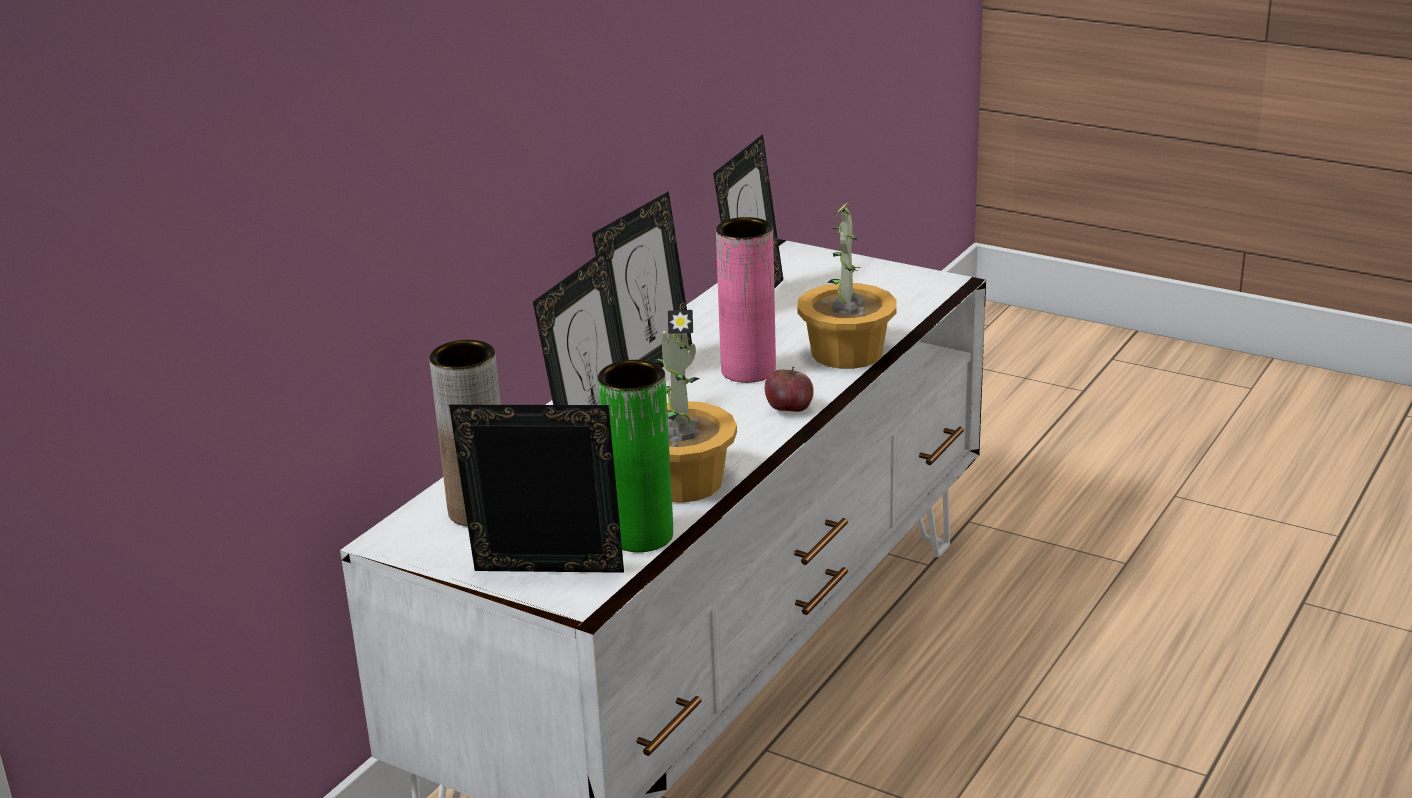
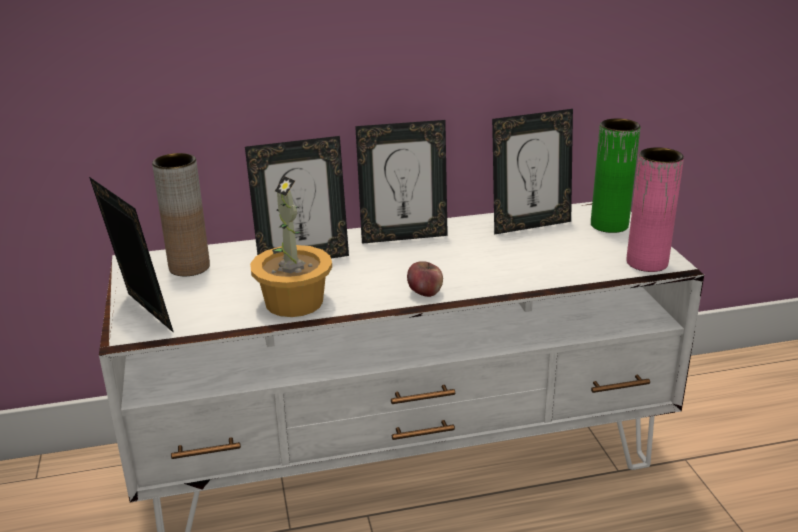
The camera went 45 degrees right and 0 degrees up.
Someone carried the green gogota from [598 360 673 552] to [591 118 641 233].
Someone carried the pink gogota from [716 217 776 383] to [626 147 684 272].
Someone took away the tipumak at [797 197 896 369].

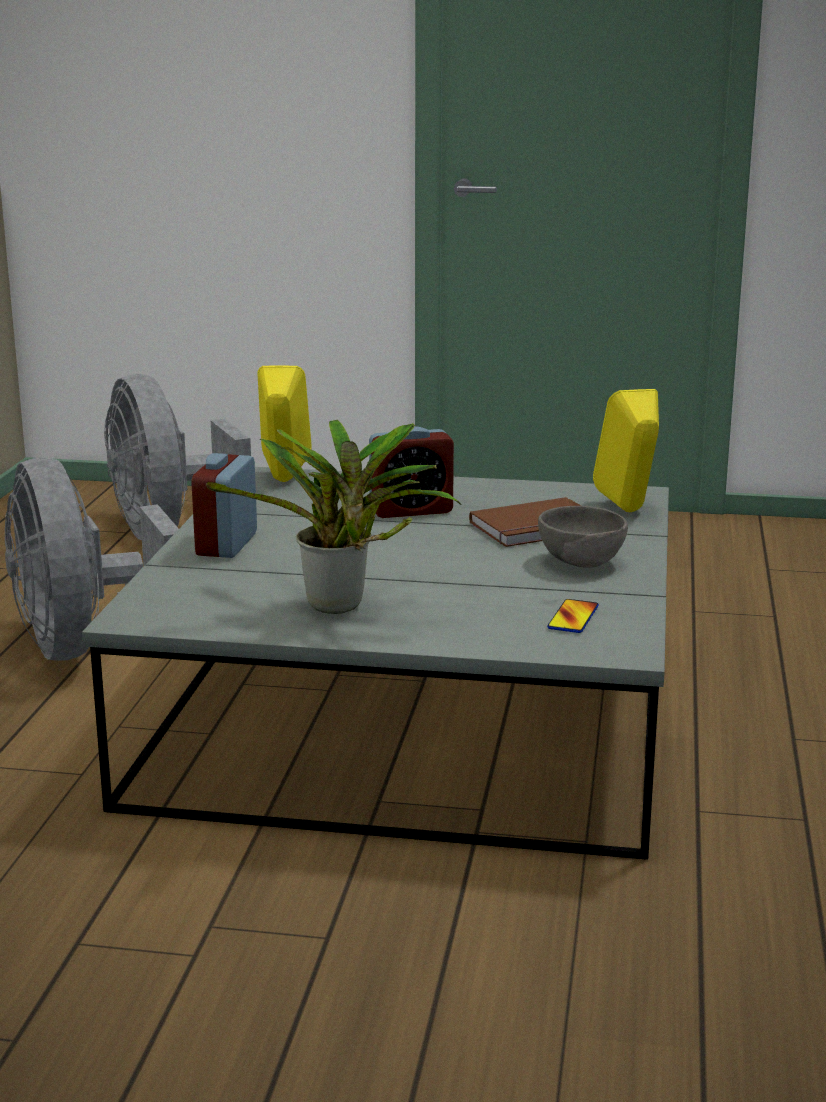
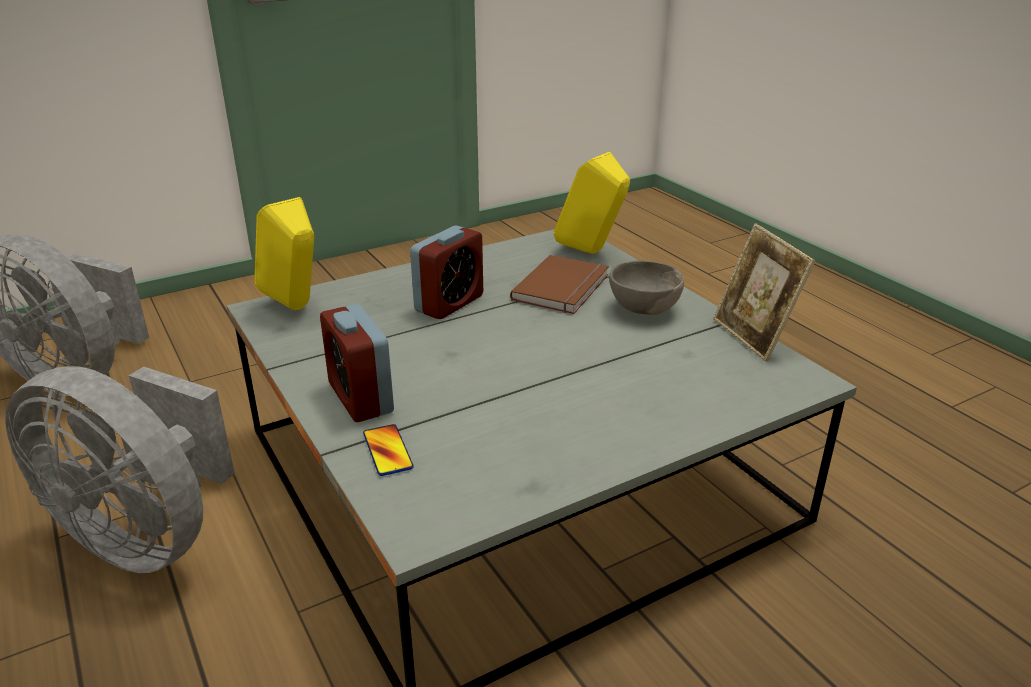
The camera went 40 degrees left and 10 degrees up.
Someone carried the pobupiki from [547 599 599 633] to [363 424 414 476].
Someone put down the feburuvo at [713 223 815 362].
Someone took away the tipumak at [206 420 462 614].

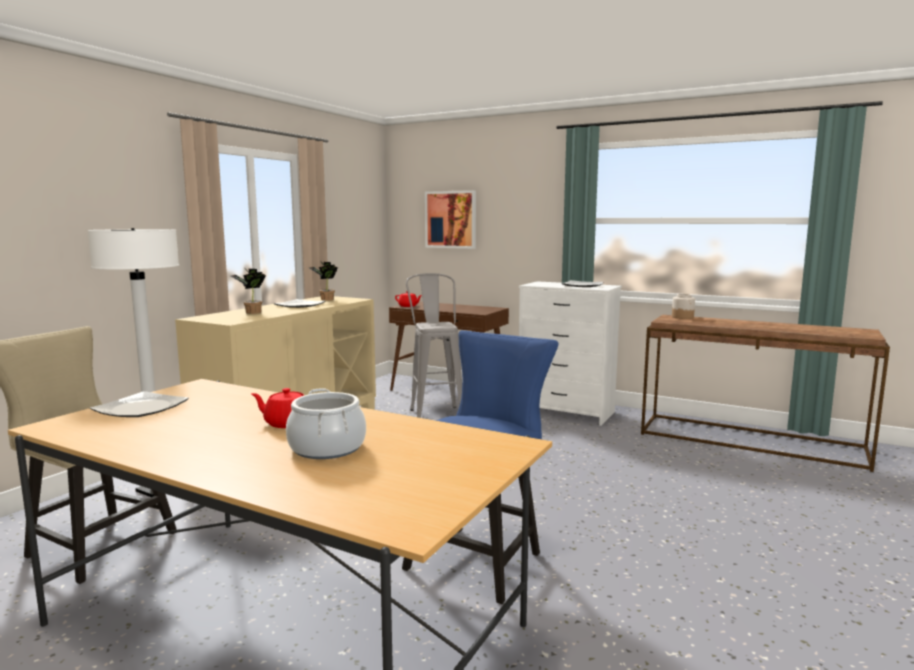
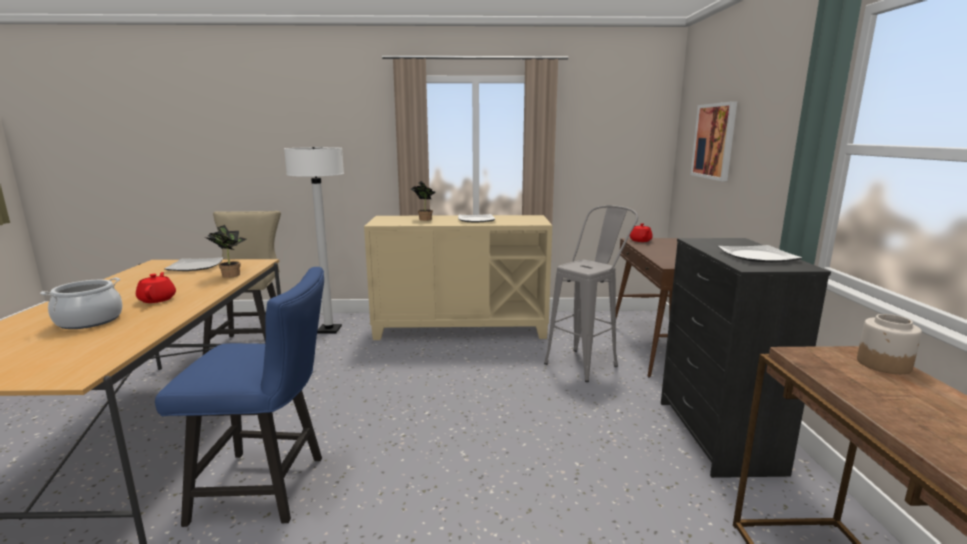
The camera went 60 degrees right and 5 degrees up.
Someone carried the tipumak from [309 262 338 301] to [205 225 247 278].
Someone repainted the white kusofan at [519 281 622 426], which became the black kusofan at [661 238 831 478].

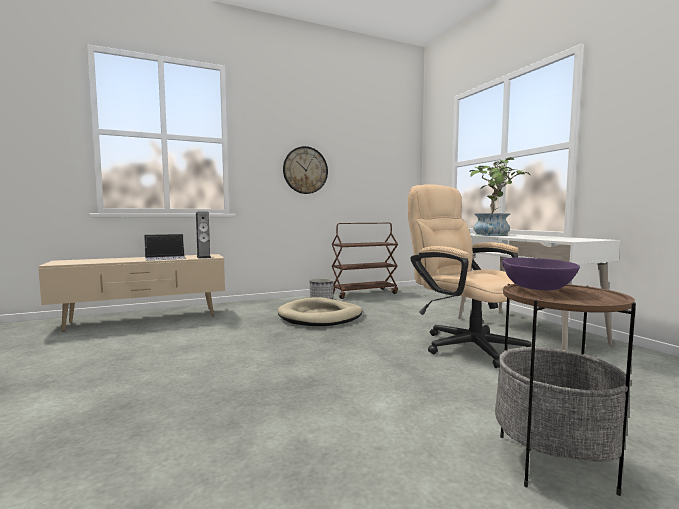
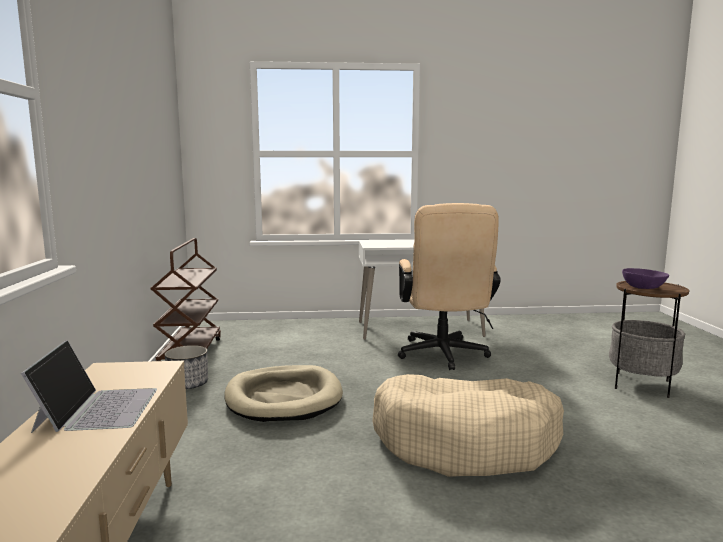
The camera went 70 degrees left and 5 degrees up.
Someone put down the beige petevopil at [372 374 564 477].
Someone rotated the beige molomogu at [408 184 532 368] by 75 degrees counterclockwise.
Someone took away the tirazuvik at [196 211 211 259].
Someone took away the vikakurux at [283 146 328 194].
Someone took away the tipumak at [469 157 531 236].

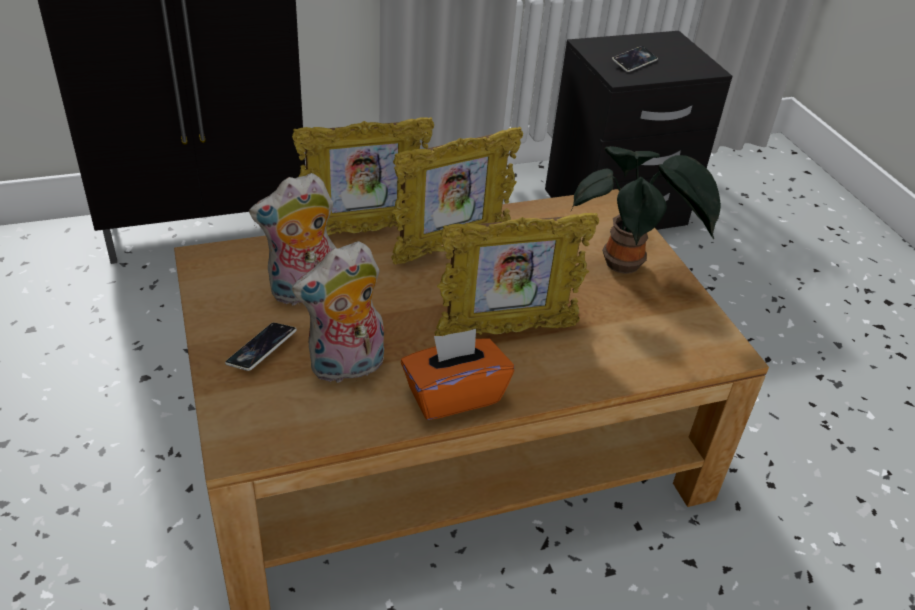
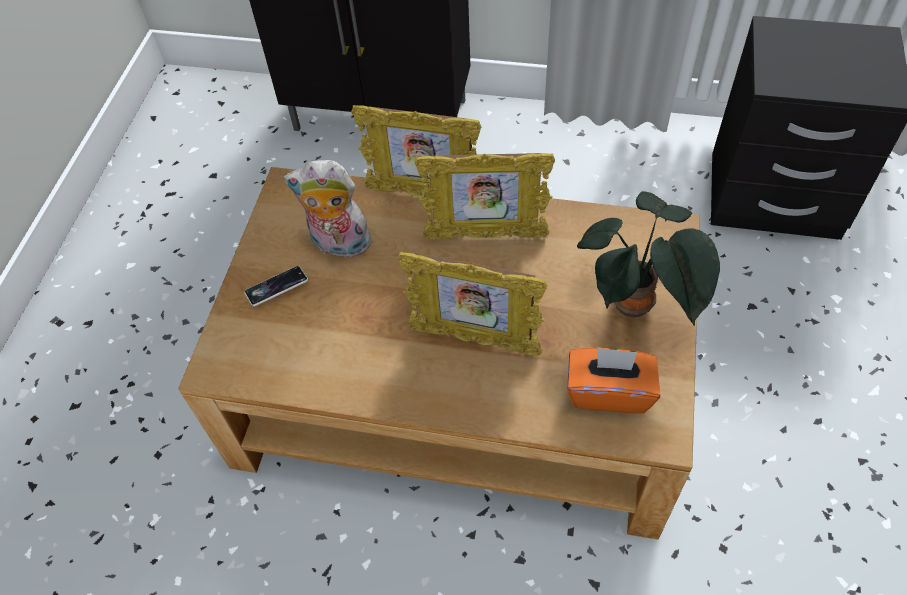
The camera went 35 degrees right and 15 degrees up.
Someone carried the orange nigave from [401 329 514 420] to [567 347 660 413].
Someone took away the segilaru at [292 241 384 383].
Someone took away the pobupiki at [612 46 658 72].

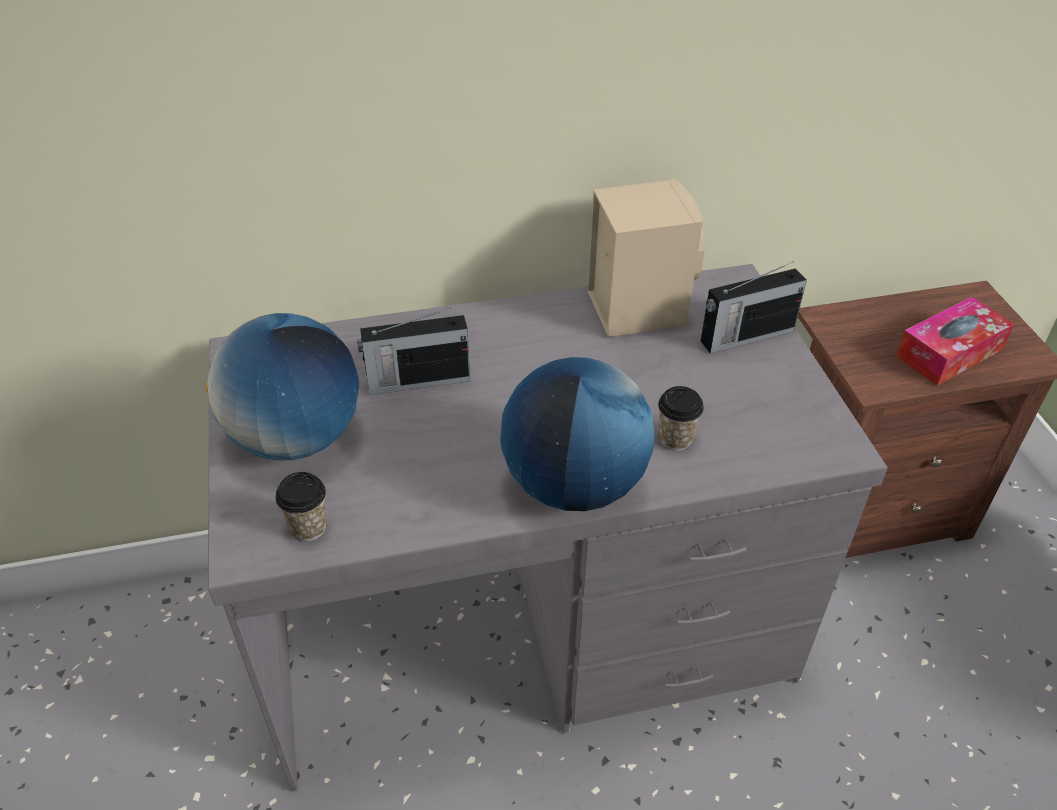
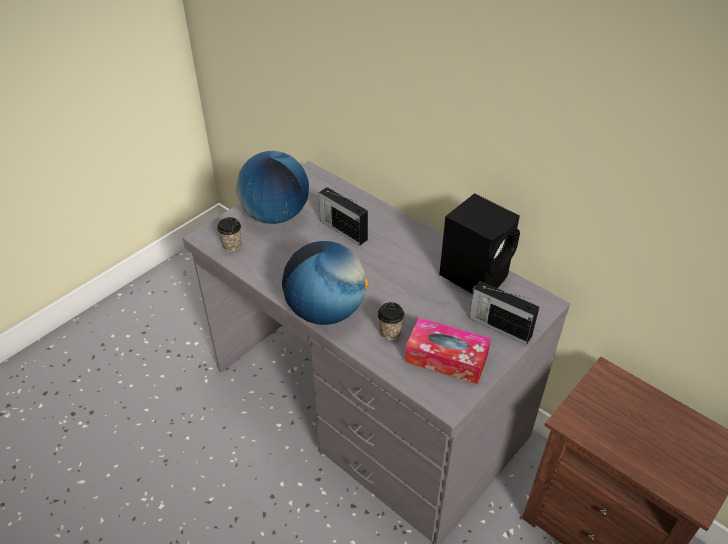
The camera went 55 degrees right and 0 degrees up.
Someone carried the nigave from [896 297 1014 386] to [405 318 491 384].
Someone repainted the beige tirazuvik at [588 179 704 337], which became the black tirazuvik at [439 193 520 294].

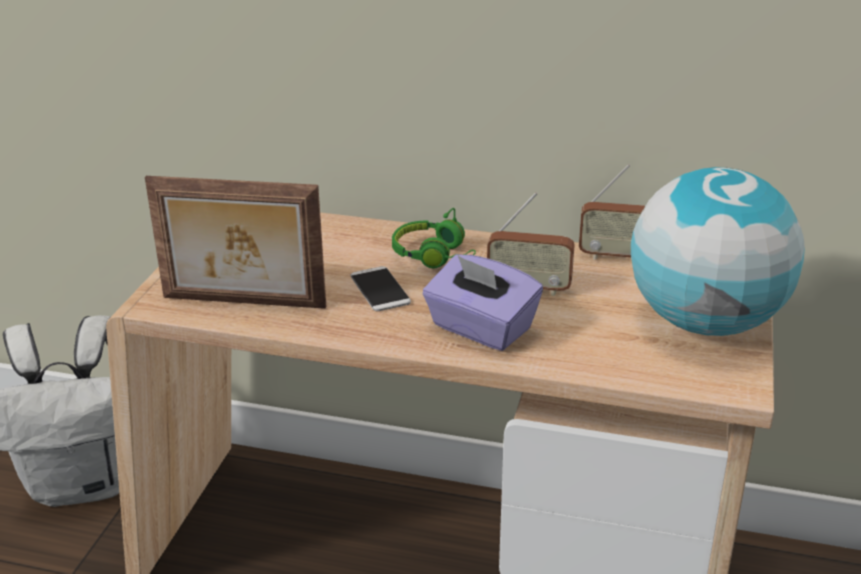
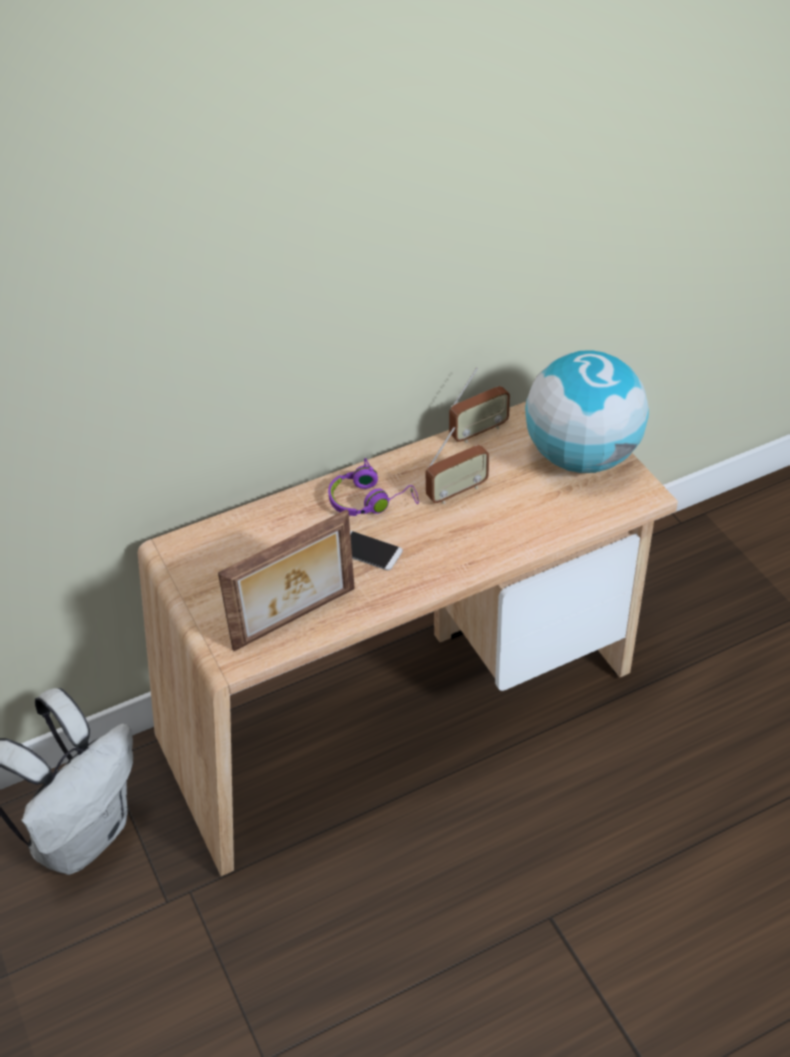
The camera went 40 degrees left and 15 degrees up.
Someone repainted the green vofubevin at [392 208 476 268], which became the purple vofubevin at [328 458 419 516].
Someone took away the purple nigave at [422 255 543 351].

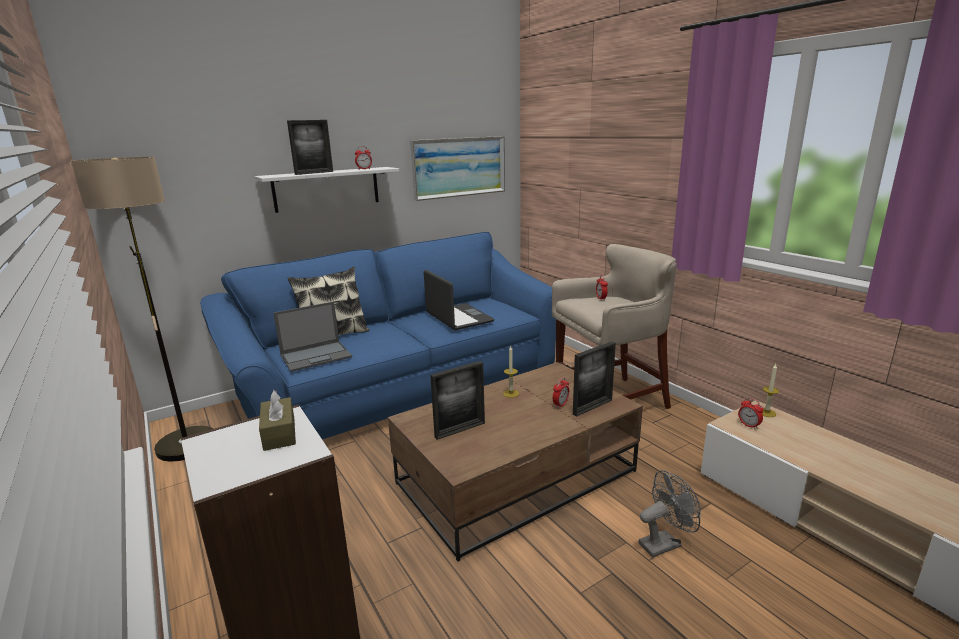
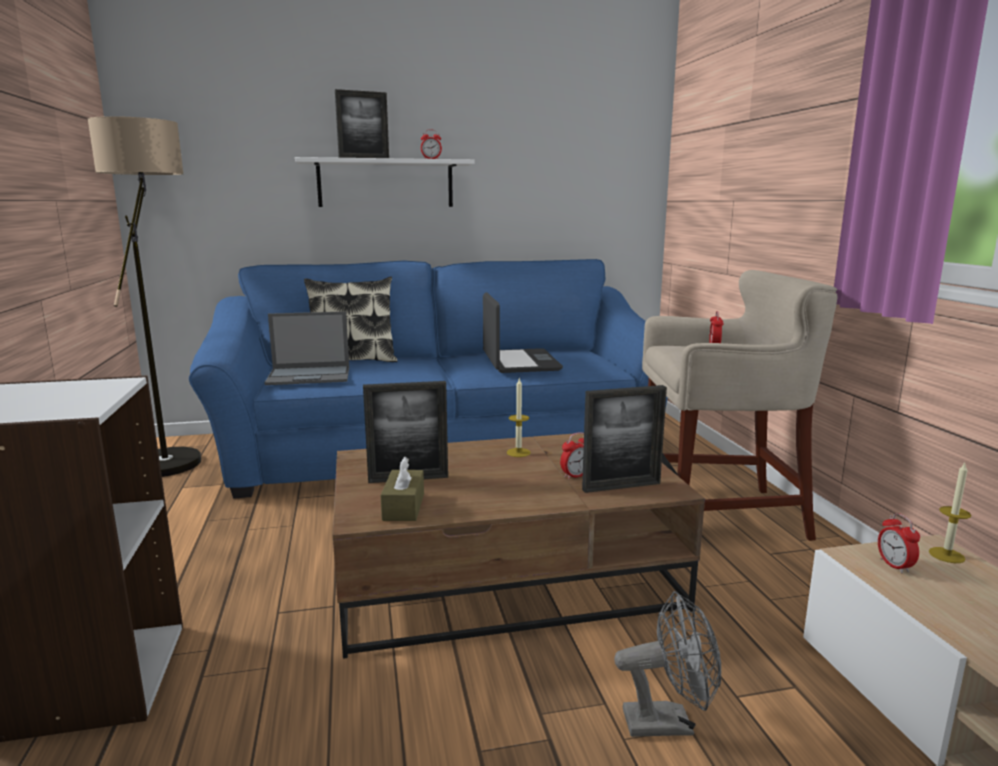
The camera went 20 degrees right and 5 degrees down.
Someone carried the brown nigave from [259 390 296 451] to [381 457 424 521].
Someone took away the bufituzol at [410 136 505 201].

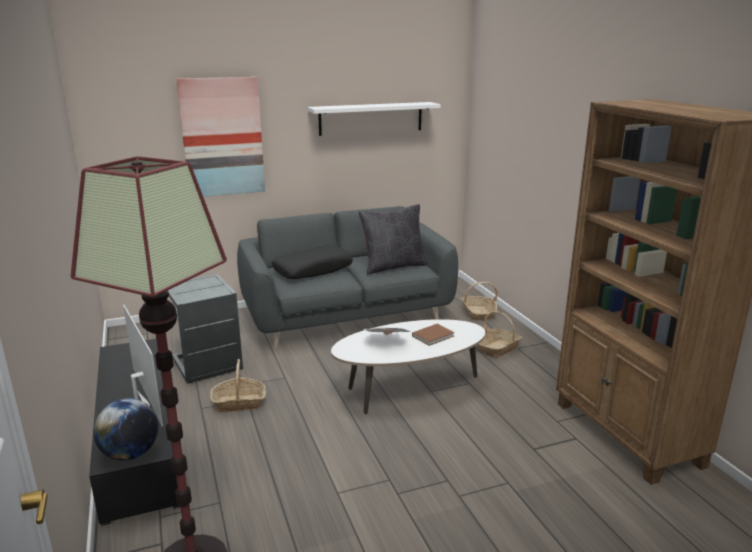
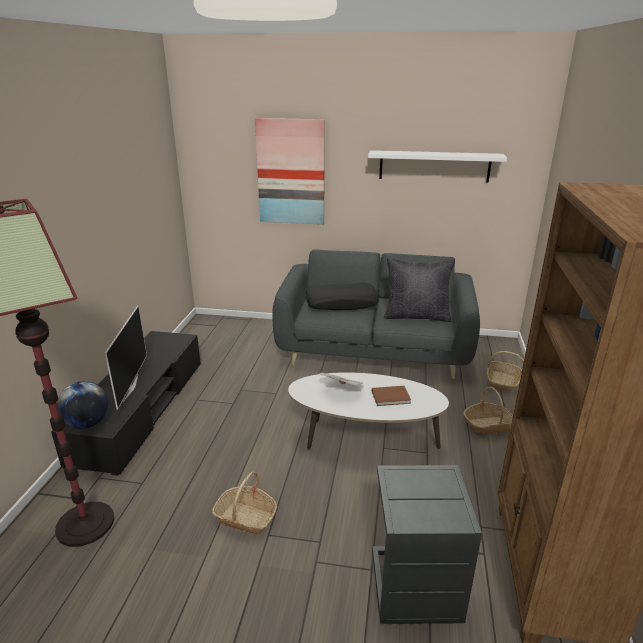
The camera went 30 degrees right and 5 degrees up.
Someone carried the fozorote from [210 359 266 412] to [212 471 277 535].
Someone carried the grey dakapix from [168 274 243 384] to [372 465 482 624].

